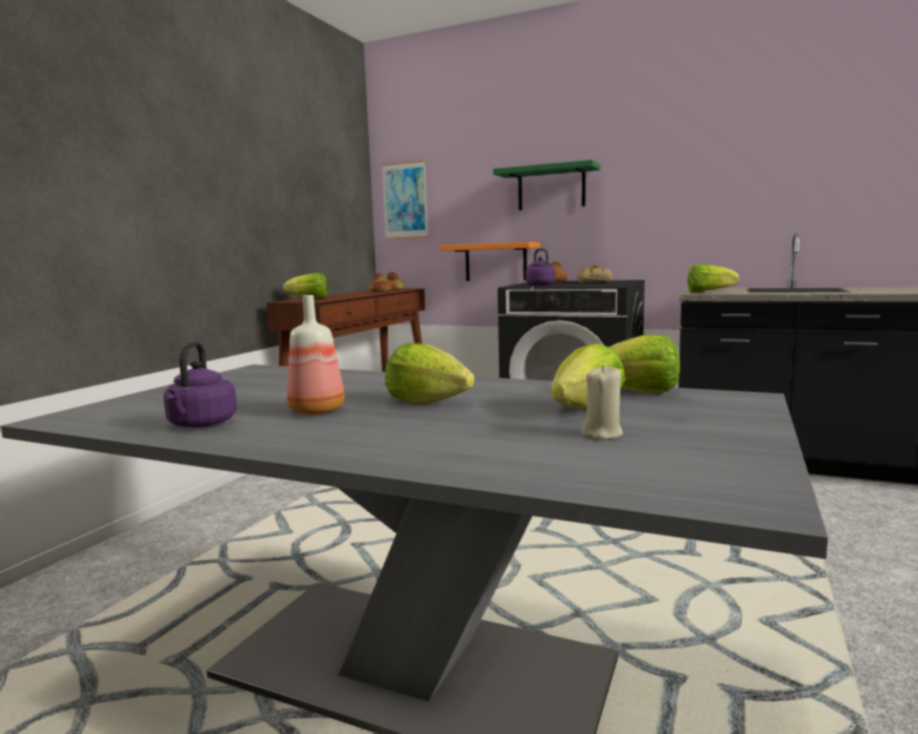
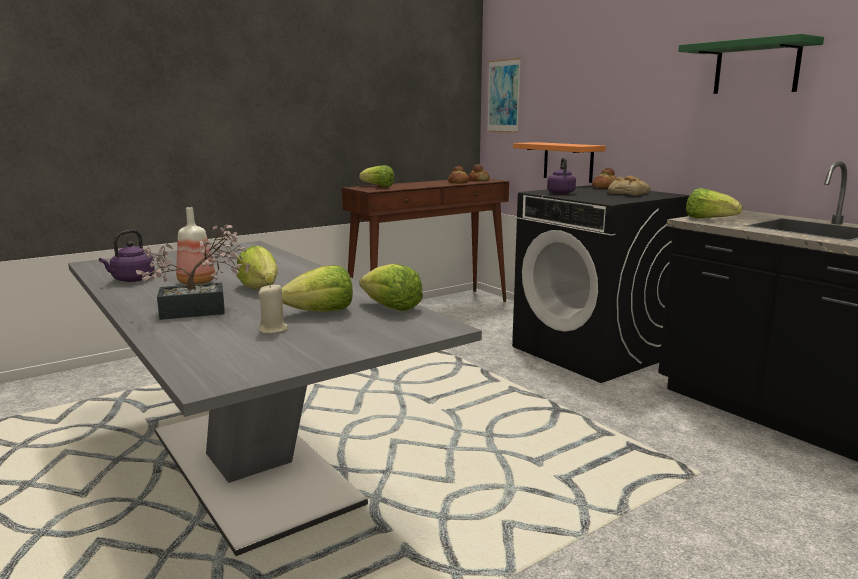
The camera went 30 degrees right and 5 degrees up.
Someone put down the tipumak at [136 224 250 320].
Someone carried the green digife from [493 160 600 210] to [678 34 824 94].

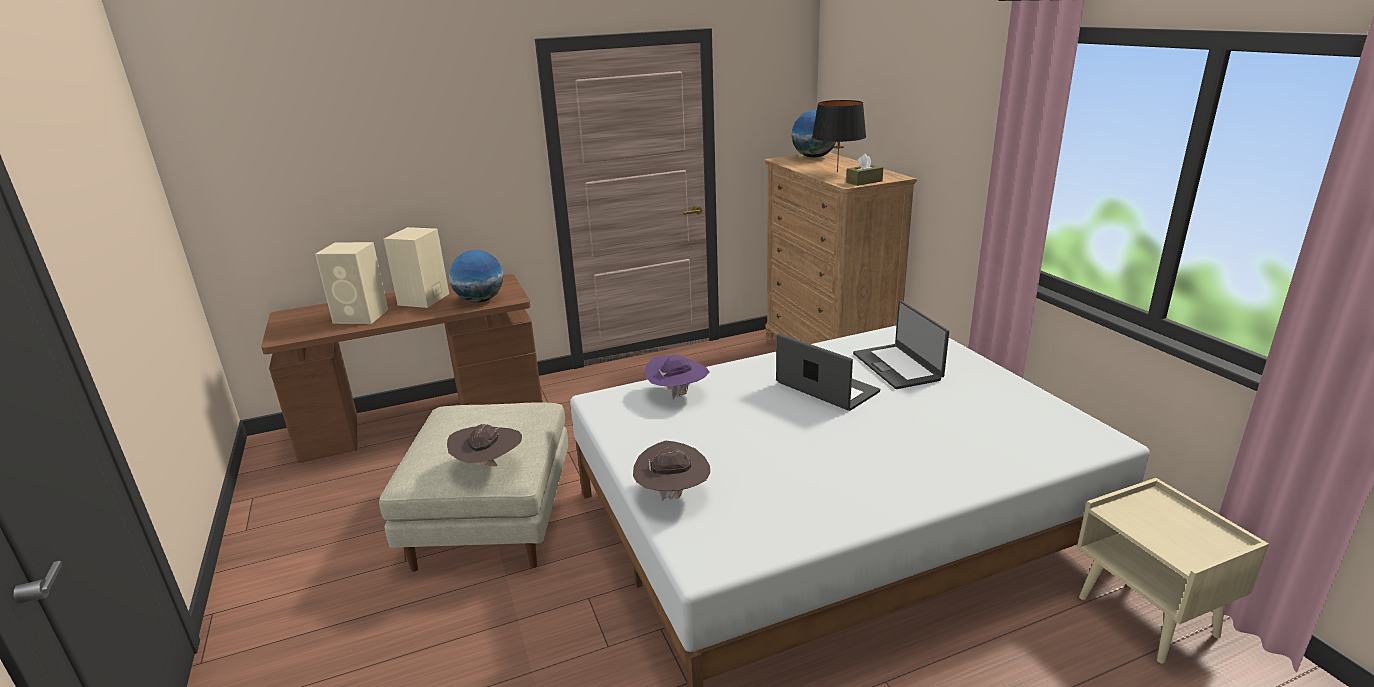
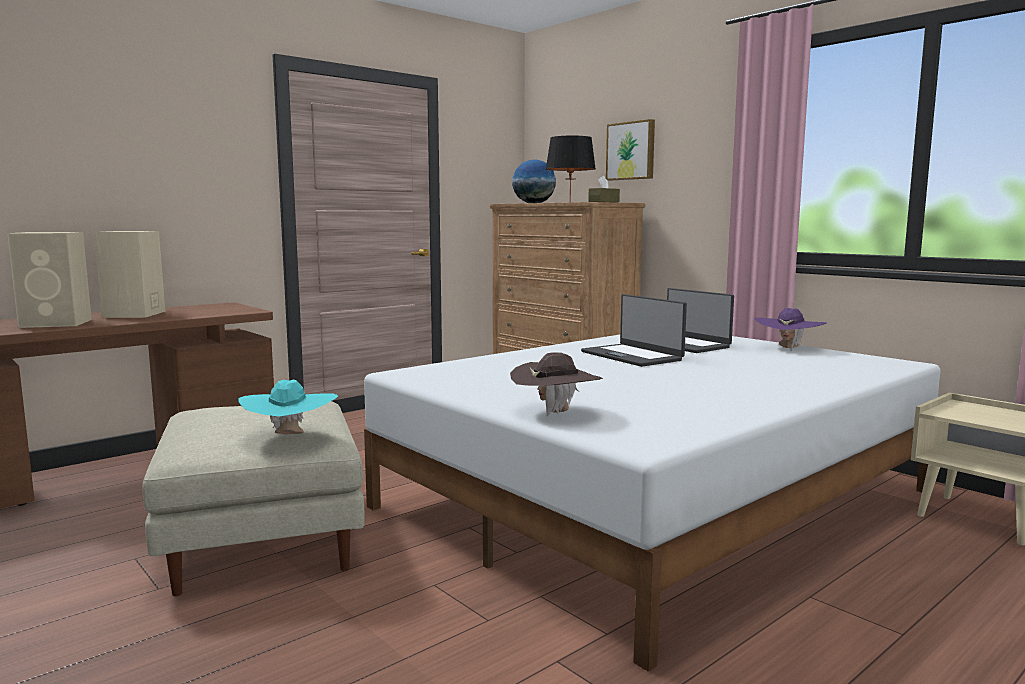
The camera went 20 degrees left and 15 degrees down.
Someone repainted the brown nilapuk at [447 424 522 466], which became the turquoise nilapuk at [239 380 338 434].
Someone rotated the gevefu at [776 333 880 411] by 150 degrees counterclockwise.
Someone put up the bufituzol at [606 119 655 181].
Someone carried the purple nilapuk from [644 355 710 399] to [755 308 827 350].
Someone took away the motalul at [449 250 503 303].

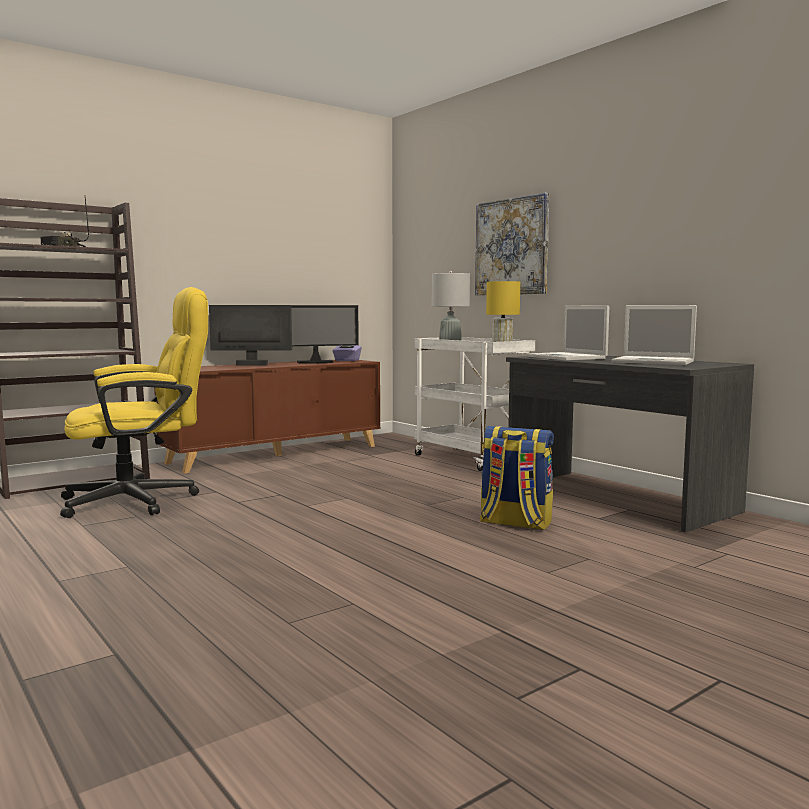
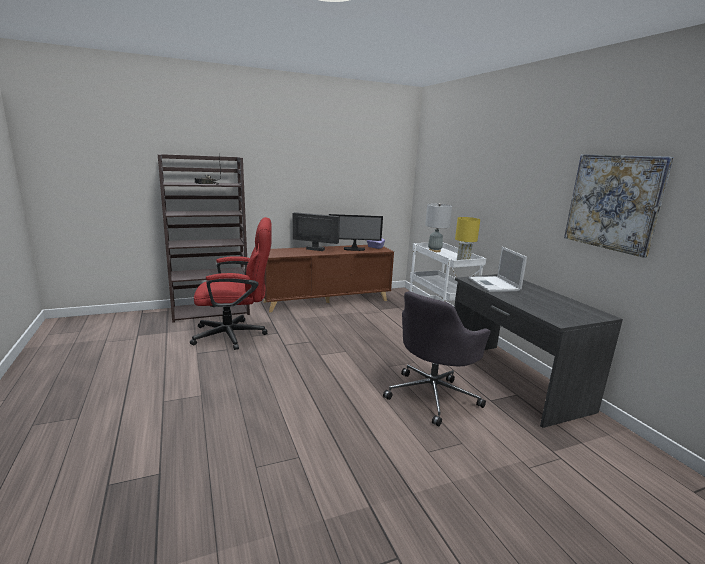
The camera went 15 degrees right and 10 degrees up.
Someone repainted the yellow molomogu at [60 287 208 518], which became the red molomogu at [190 217 272 350].
Someone swapped the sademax at [479 426 554 530] for the grey molomogu at [383 291 491 426].
Someone carried the bufituzol from [475 193 549 295] to [564 154 674 258].
Someone took away the gevefu at [612 305 697 365].

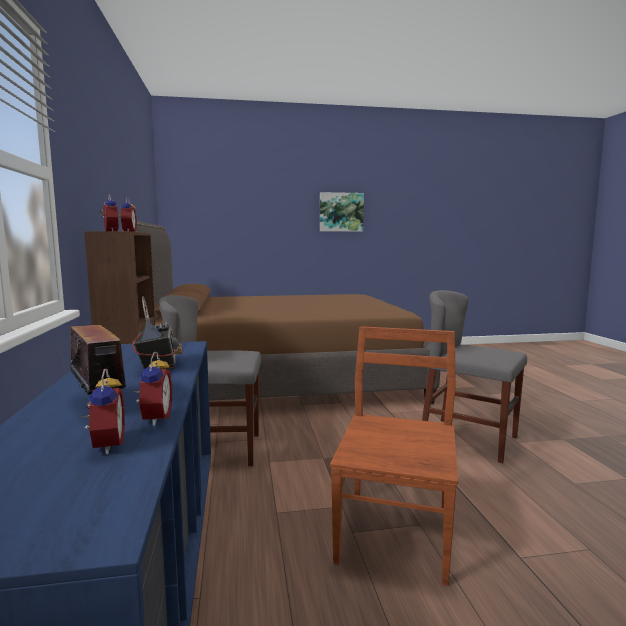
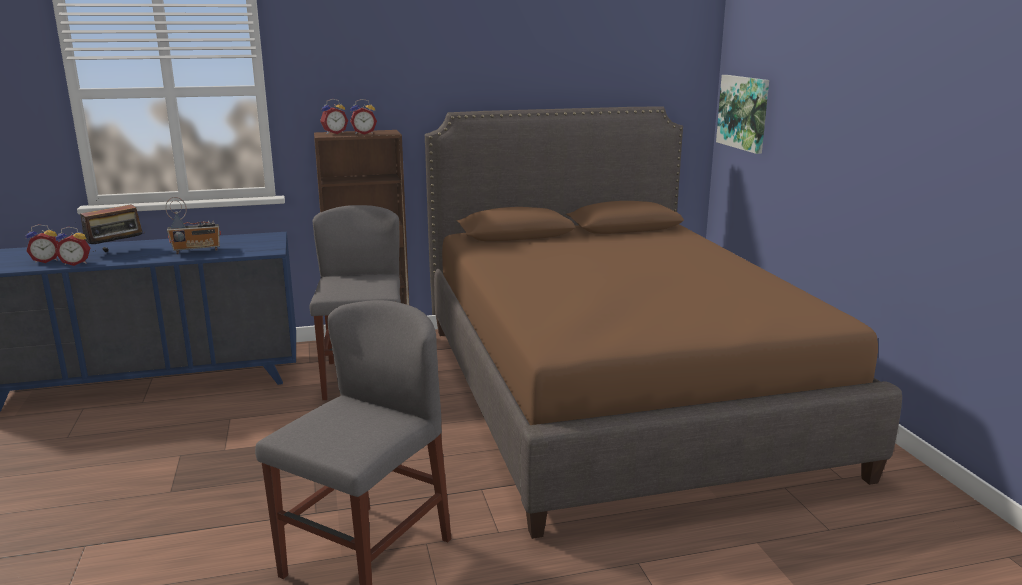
The camera went 85 degrees right and 10 degrees up.
Someone carried the bufituzol from [320 192 364 232] to [716 75 769 154].
Someone took away the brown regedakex at [330 326 458 586].

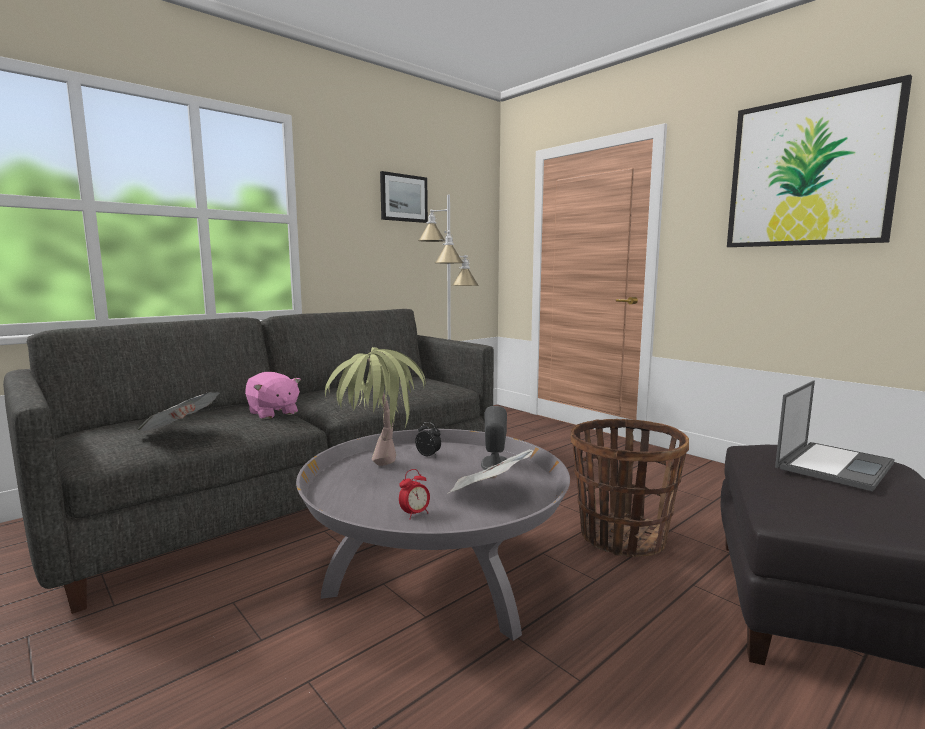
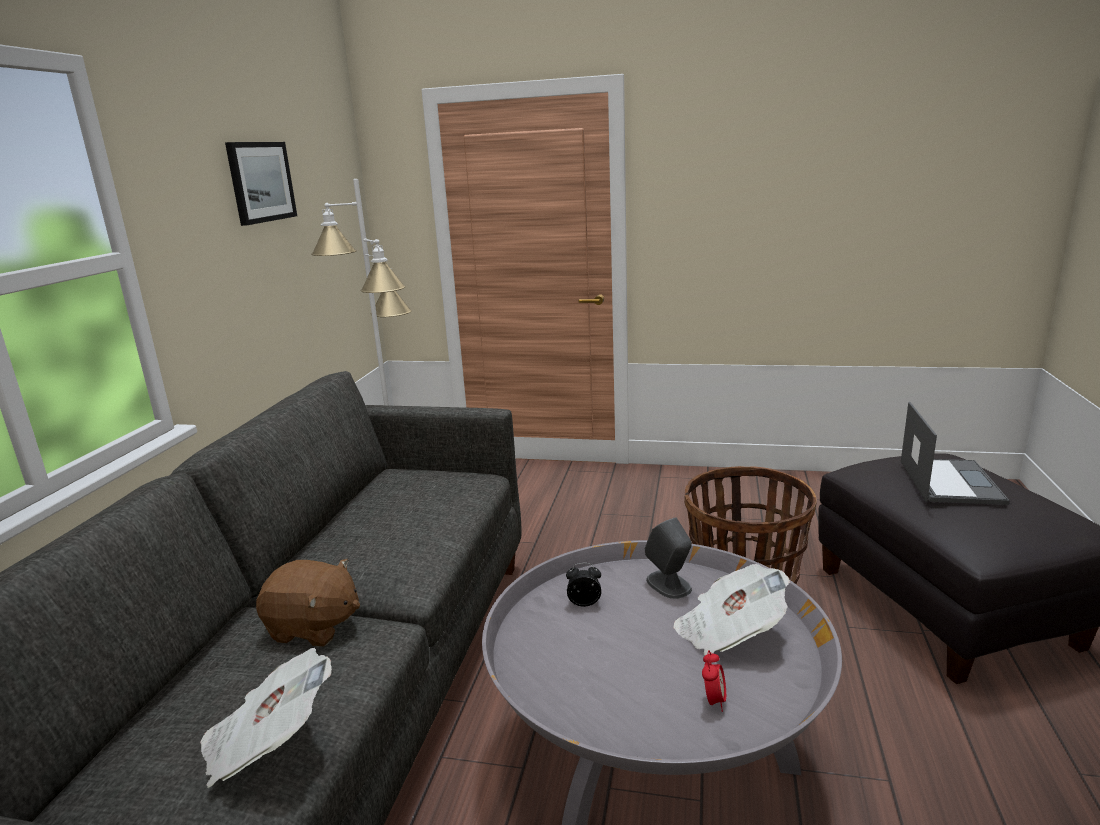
The camera went 35 degrees left and 10 degrees up.
Someone repainted the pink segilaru at [245 372 301 419], which became the brown segilaru at [256 559 360 647].
Someone took away the tipumak at [325 347 426 466].
Someone took away the bufituzol at [727 74 912 247].

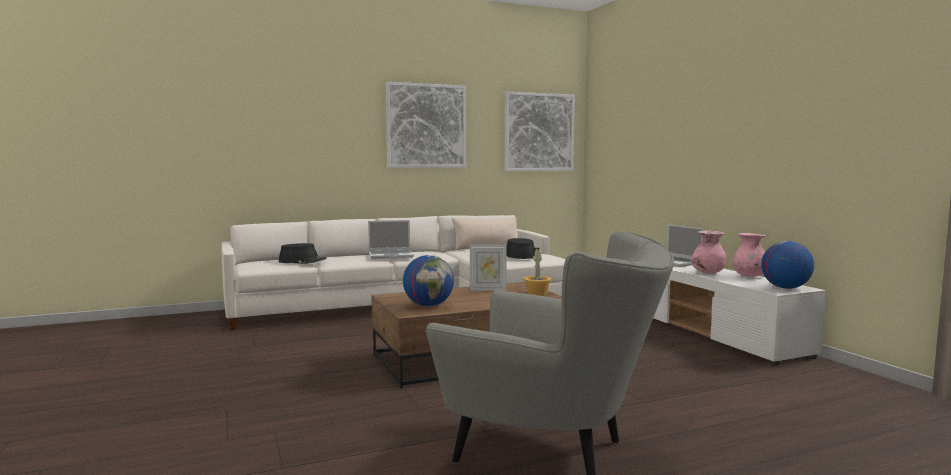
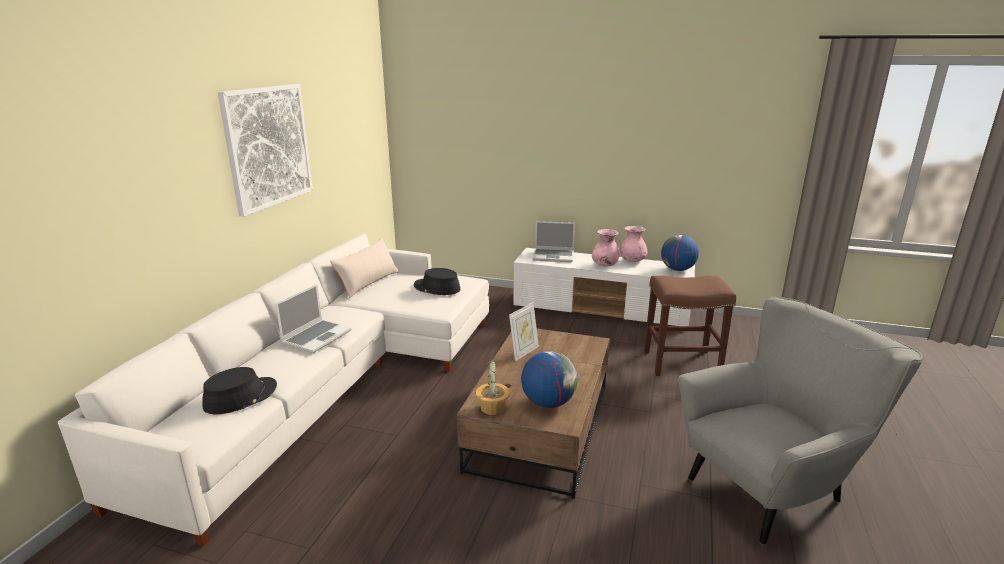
The camera went 50 degrees left and 15 degrees up.
Someone carried the tipumak from [524 248 552 296] to [476 358 510 415].
Someone put down the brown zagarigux at [644 275 736 376].
Someone took away the bufituzol at [505 92 575 171].

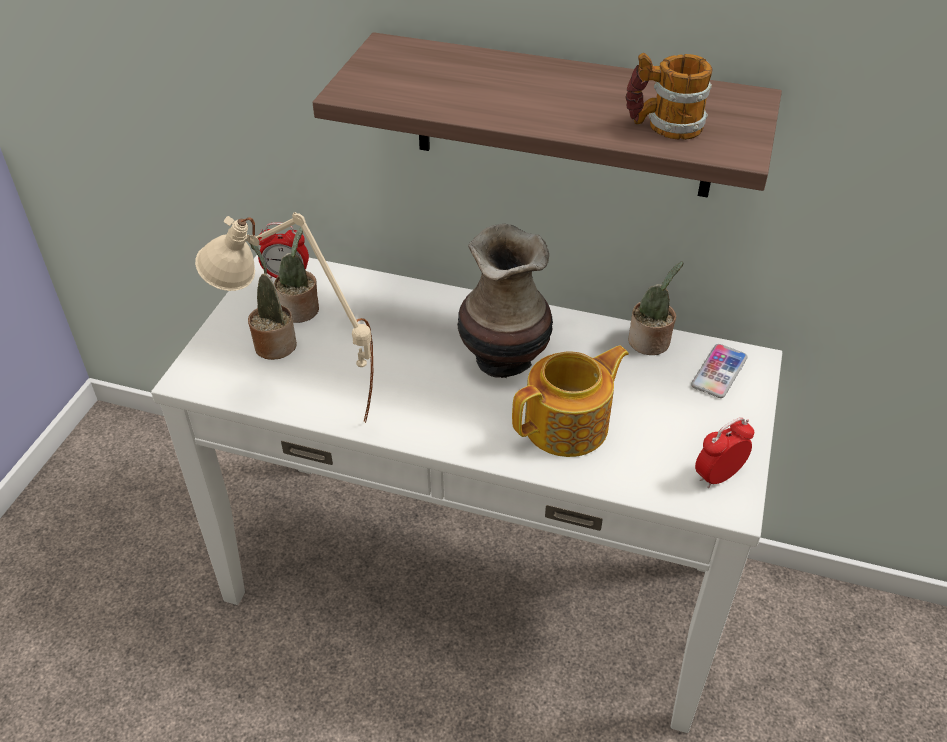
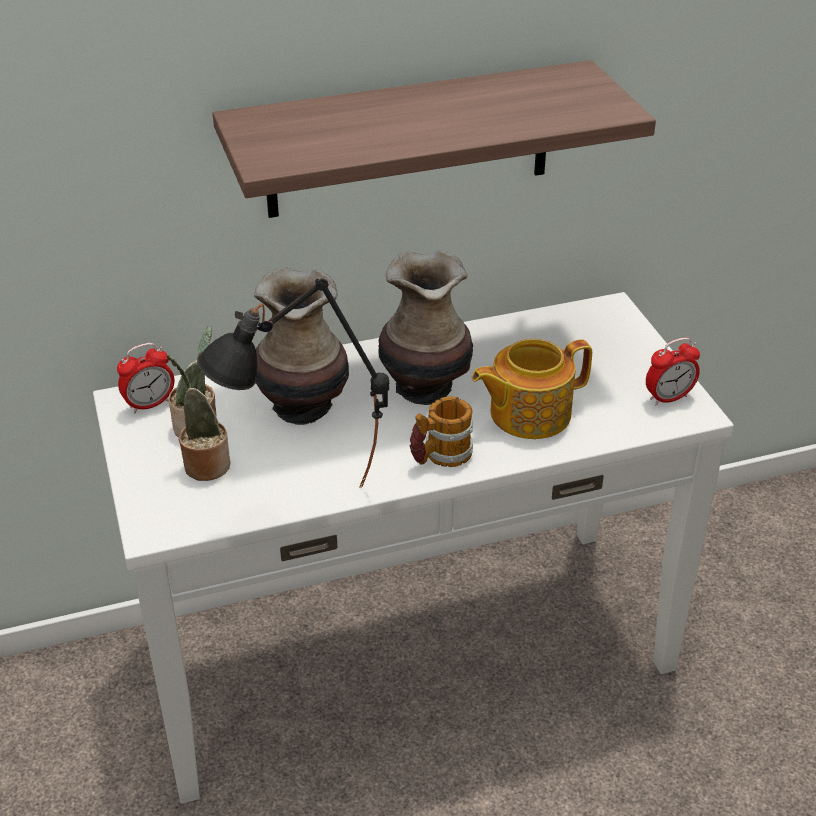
The camera went 35 degrees left and 5 degrees down.
Someone repainted the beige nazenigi at [195 212 373 423], which became the black nazenigi at [197 278 389 488].
Someone put down the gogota at [254 268 349 425].
Someone carried the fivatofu from [626 53 712 140] to [410 396 473 467].
Someone rotated the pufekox at [512 345 629 457] by 135 degrees counterclockwise.
Someone rotated the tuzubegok at [695 417 754 488] by 135 degrees counterclockwise.
Someone took away the tipumak at [628 261 683 355].
Someone took away the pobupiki at [691 344 748 398].

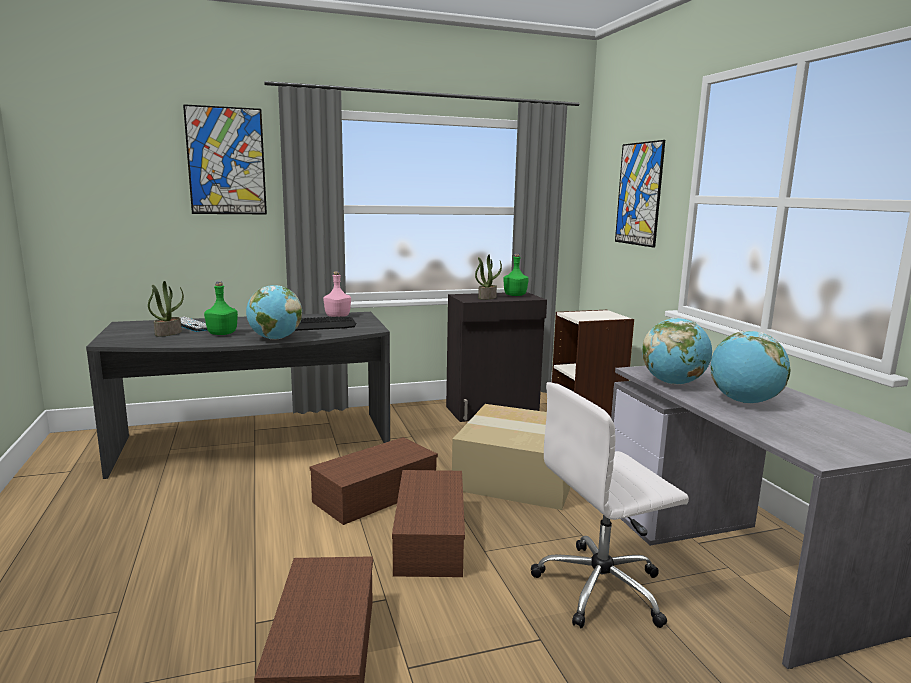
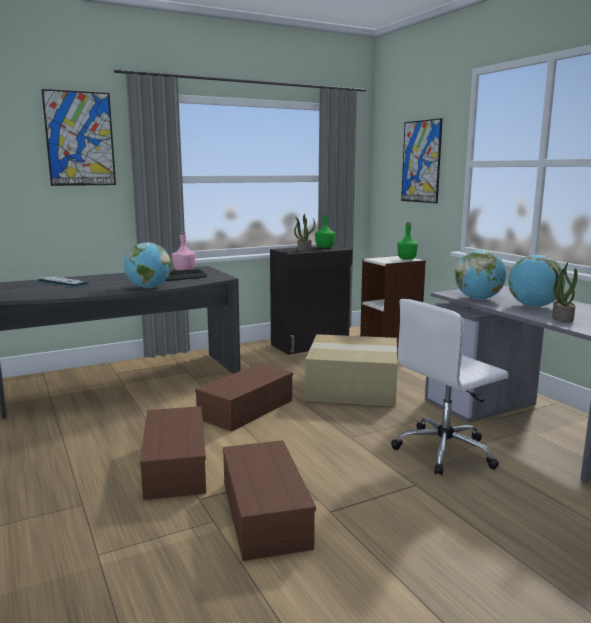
The camera went 10 degrees left and 0 degrees up.
Someone carried the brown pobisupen from [392 470 465 577] to [140 406 206 500].
Someone carried the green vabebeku from [204 281 238 335] to [397 222 418 259].
Someone carried the tipumak from [148 281 184 337] to [552 263 578 323].

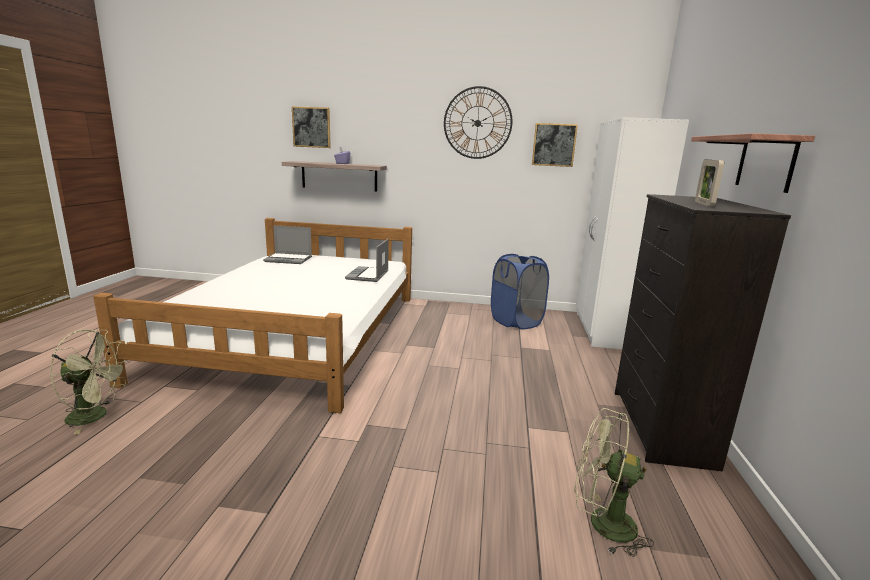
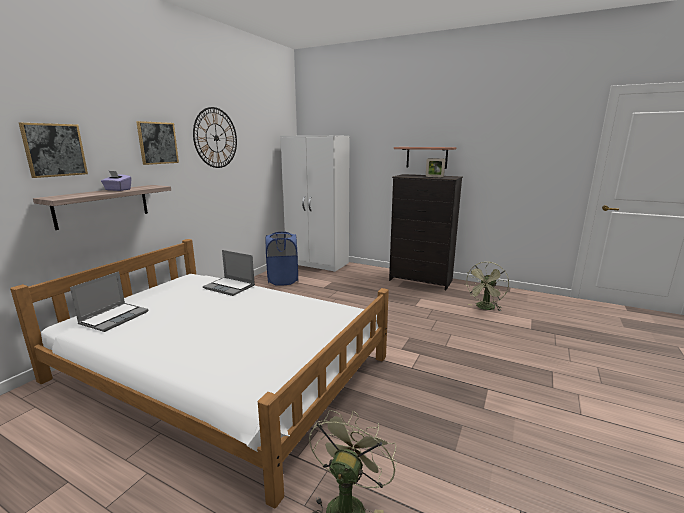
The camera went 70 degrees left and 0 degrees up.
Someone carried the bufituzol from [532 123 578 167] to [136 121 179 165].

